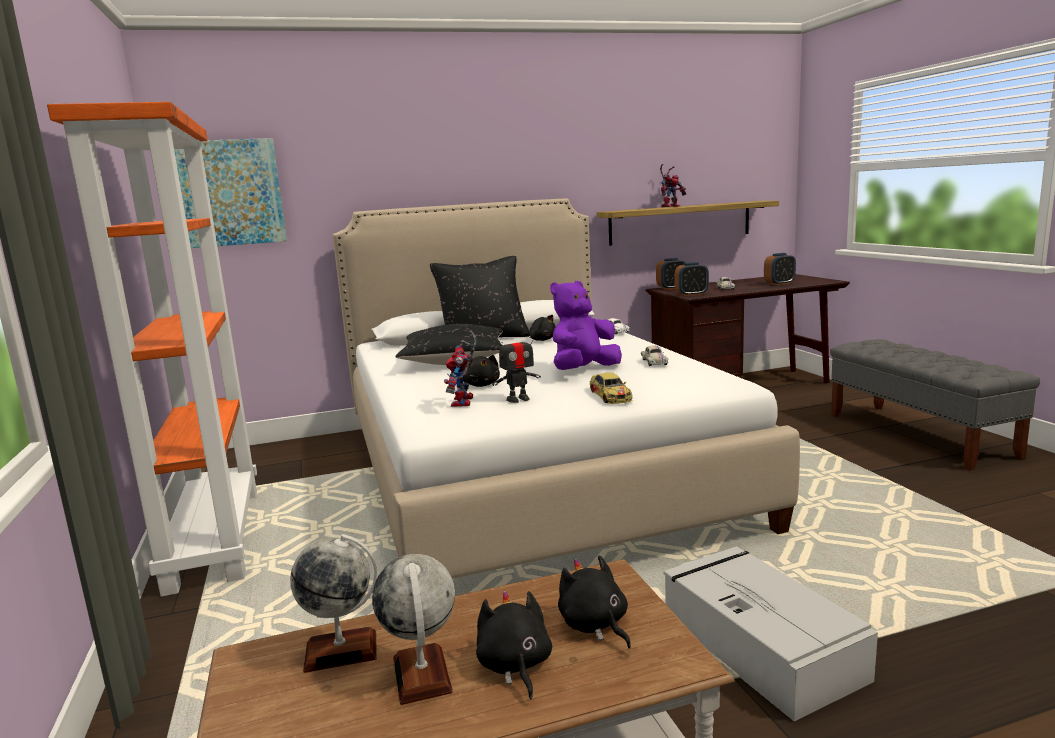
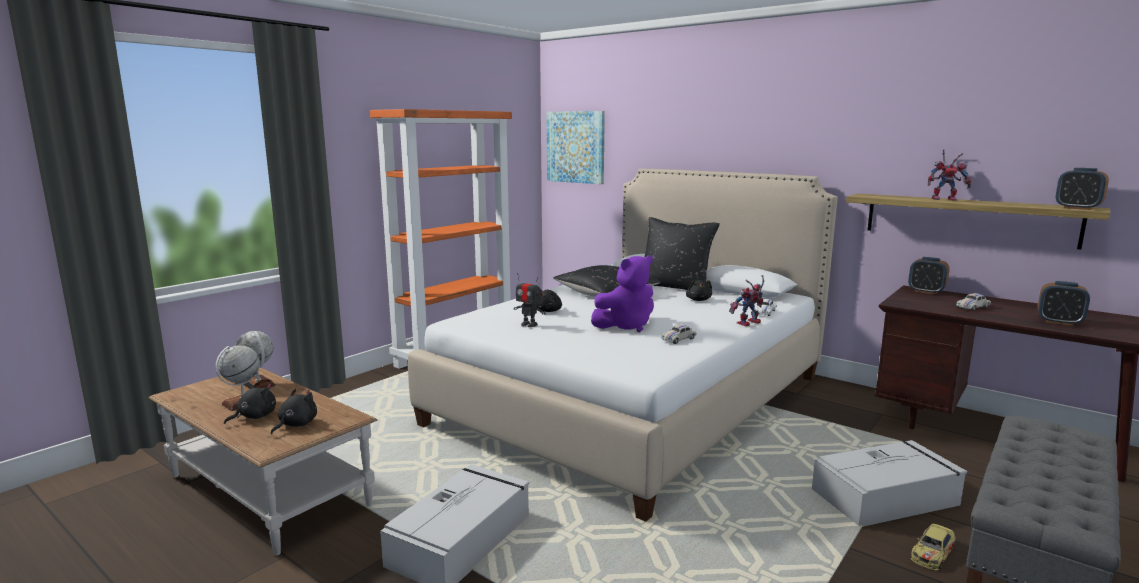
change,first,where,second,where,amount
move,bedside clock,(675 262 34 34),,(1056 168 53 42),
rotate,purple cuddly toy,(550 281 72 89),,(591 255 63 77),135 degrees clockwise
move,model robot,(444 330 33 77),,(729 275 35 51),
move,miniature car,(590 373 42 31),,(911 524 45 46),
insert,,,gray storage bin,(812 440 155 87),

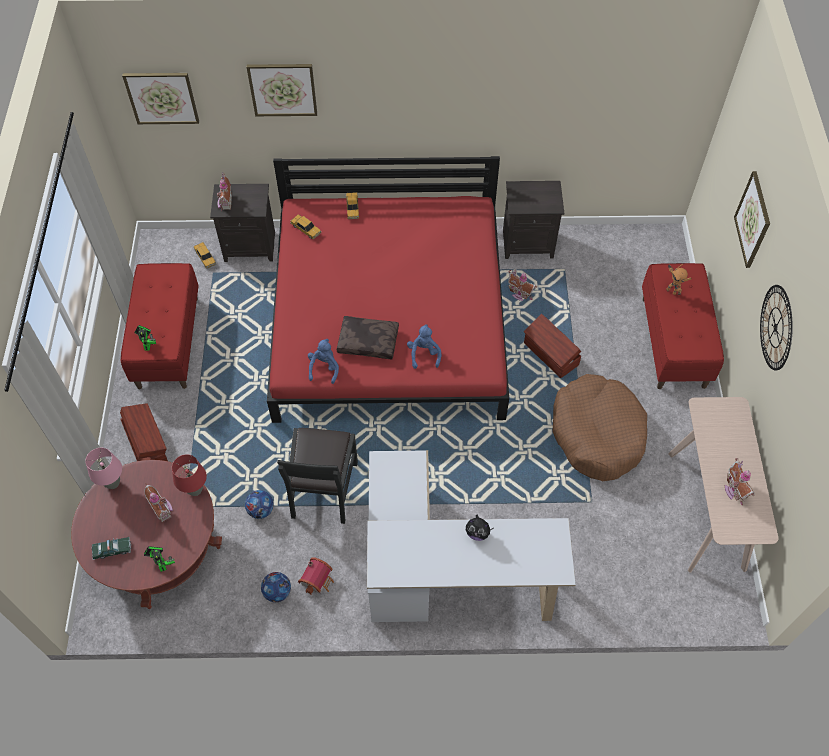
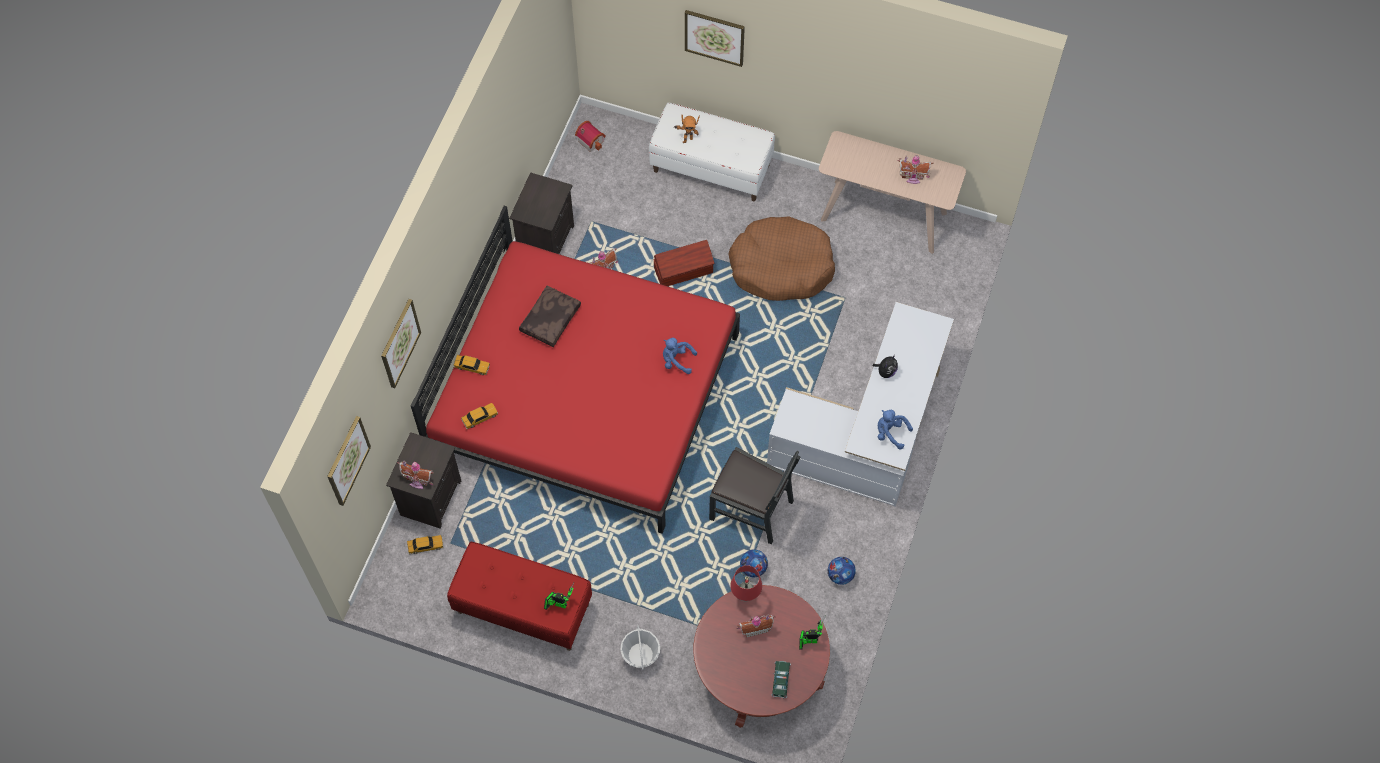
change,first,where,second,where,amount
recolor,reddish bench,(642 263 82 126),whitish bench,(649 103 126 98),
delete,hanging clock,(760 285 33 85),,,
move,brown pillow,(337 316 62 43),,(519 286 62 61),
move,blue cuddly toy,(308 339 31 45),,(878 410 35 40),
replace,brown storage bin,(120 403 48 58),basket,(621 626 39 44),
delete,pink-coloured lamp for a table,(85 448 37 41),,,
move,model house,(298 557 36 38),,(575 121 31 31),

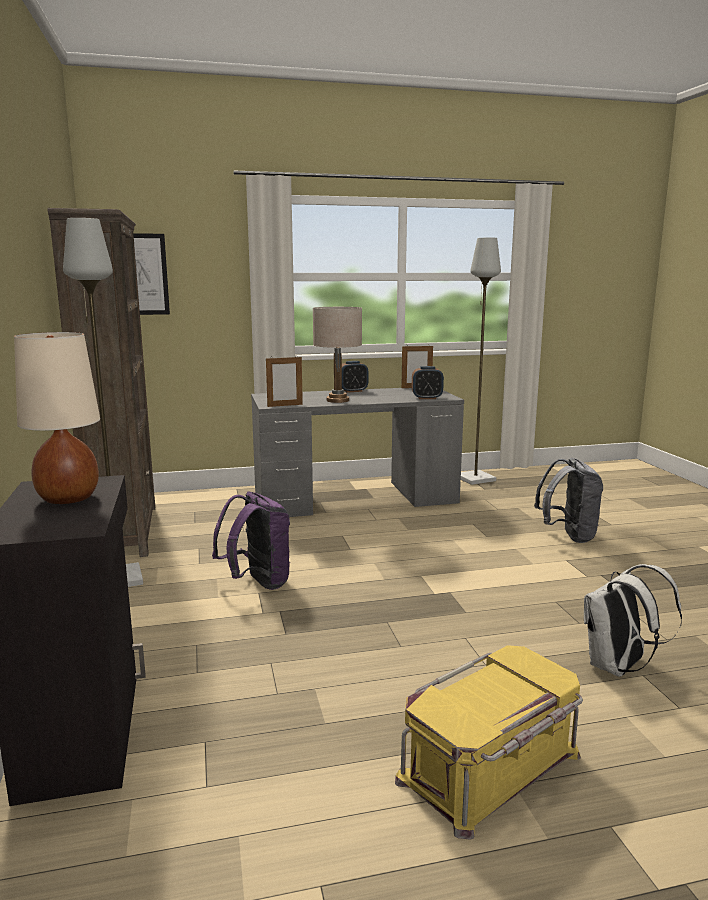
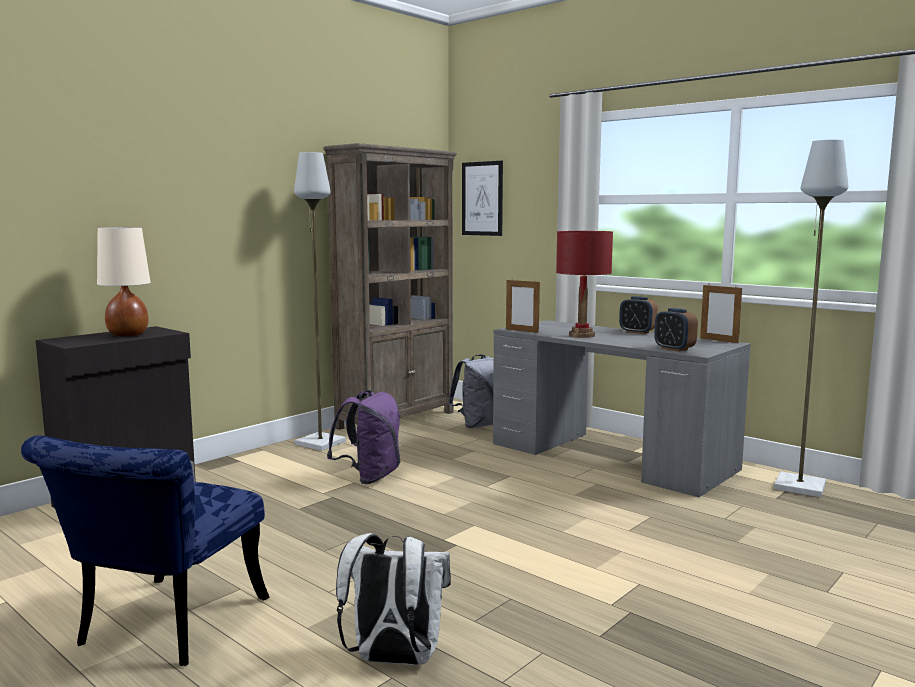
change,first,where,second,where,amount
recolor,beige-coloured lamp for a table,(313 307 49 96),reddish lamp for a table,(556 231 57 107),
move,gray knapsack,(534 458 69 85),,(448 354 46 74),
replace,yellowish storage bin,(395 645 188 194),blue upright chair,(21 435 249 231),

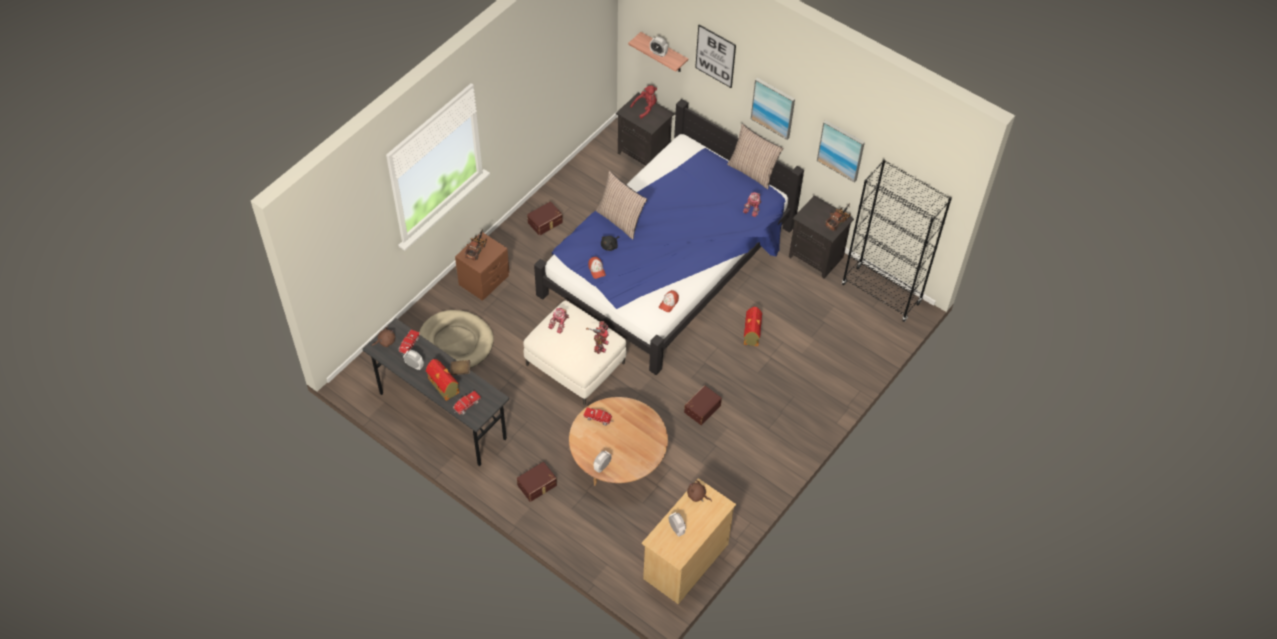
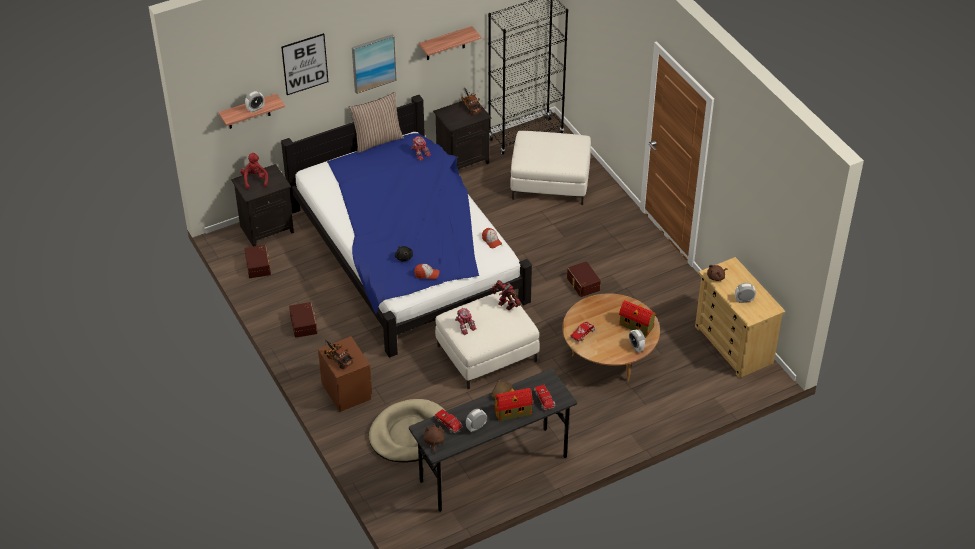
change,first,where,second,where,amount
replace,picture,(817 120 48 63),wall shelf,(419 26 63 34),
delete,pillow,(596 171 51 69),,,
move,model house,(744 307 18 39),,(619 300 37 36),
move,brown storage bin,(517 462 40 40),,(244 245 27 33),
insert,,,whitish footrest,(510 131 81 74),

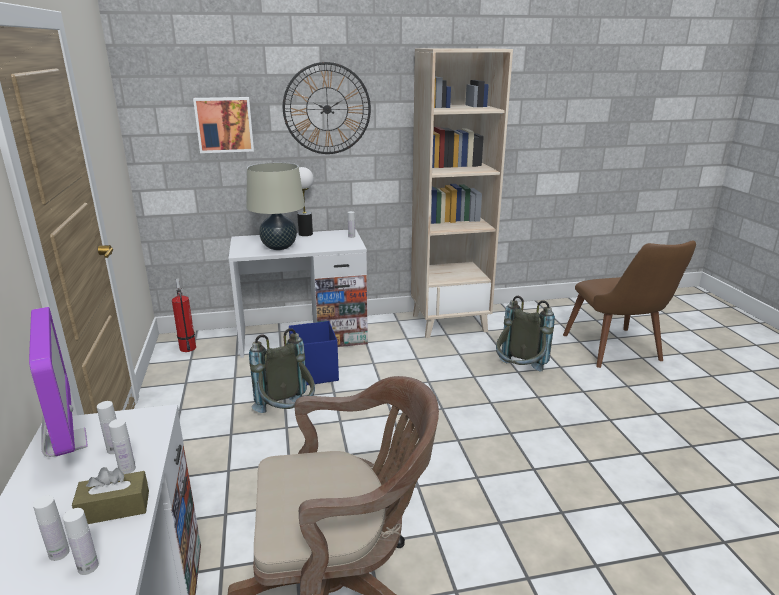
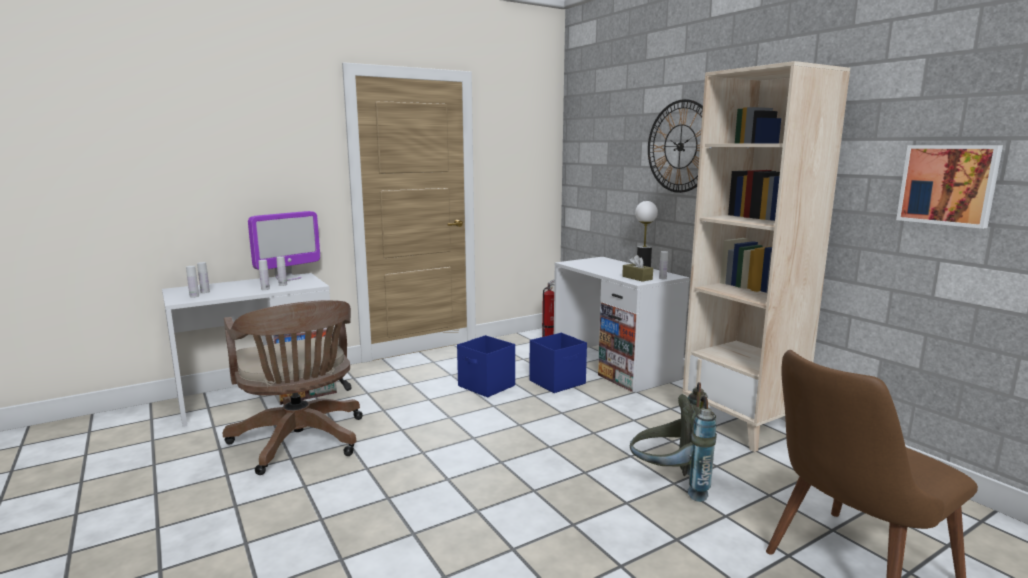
change,first,where,second,where,amount
move,picture,(193 97 61 56),,(896 145 107 84),
delete,beige-coloured lamp for a table,(247 162 58 88),,,
replace,gray knapsack,(249 328 66 85),blue storage bin,(457 335 58 62),
move,brown tissue holder,(72 467 77 57),,(622 255 31 27),

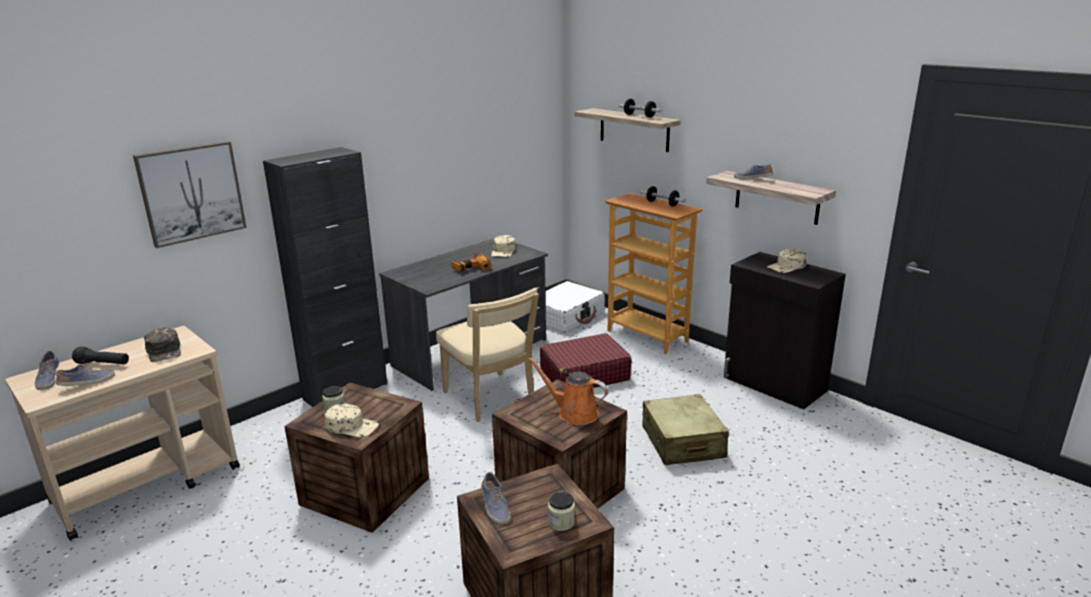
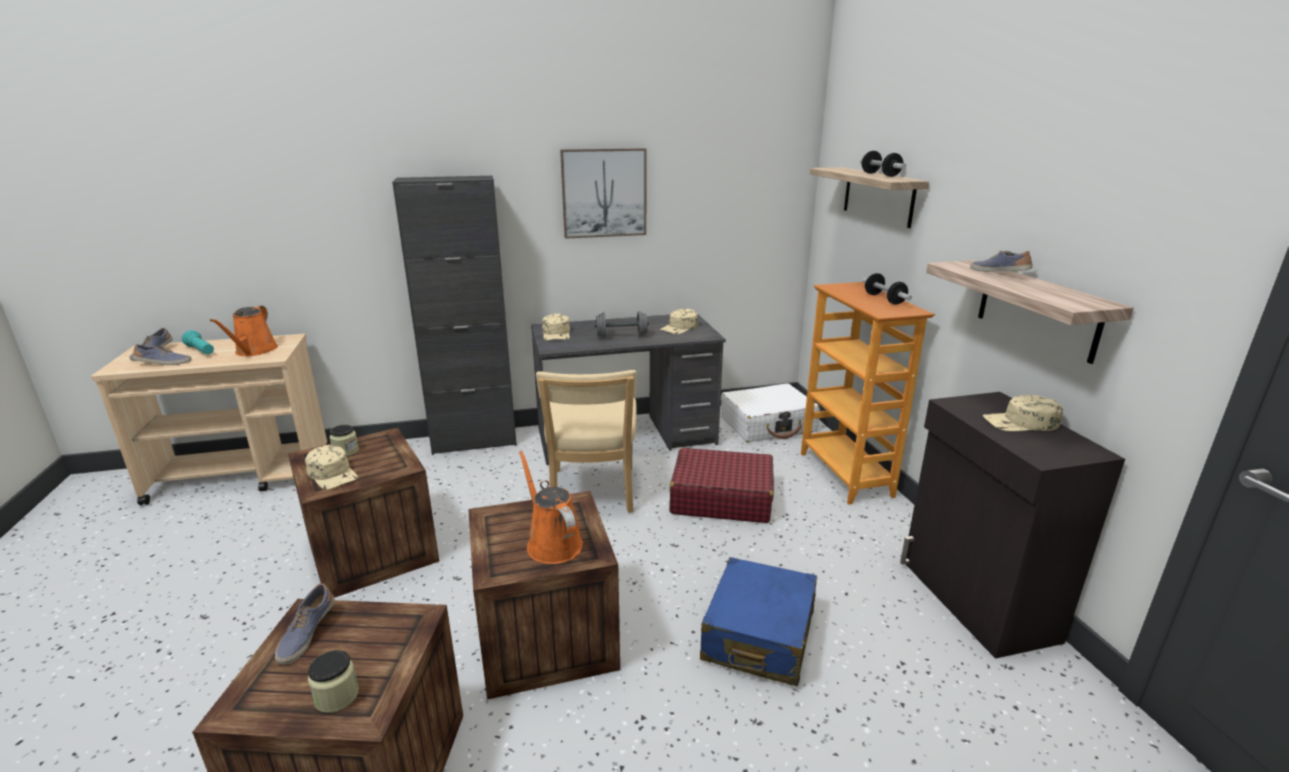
change,first,where,second,where,amount
move,picture,(133 141 114 107),,(560 148 86 91),
replace,drill,(451 253 40 19),gray hand weight,(594 311 55 27),
replace,greenish peaked cap,(144 327 37 35),orange sprinkling can,(210 305 68 51),
recolor,black torch,(72 346 57 18),turquoise torch,(182 330 32 24),
recolor,beige-coloured suitcase,(642 394 87 71),blue suitcase,(700 557 117 129),
insert,,,beige-coloured peaked cap,(542 314 28 26),

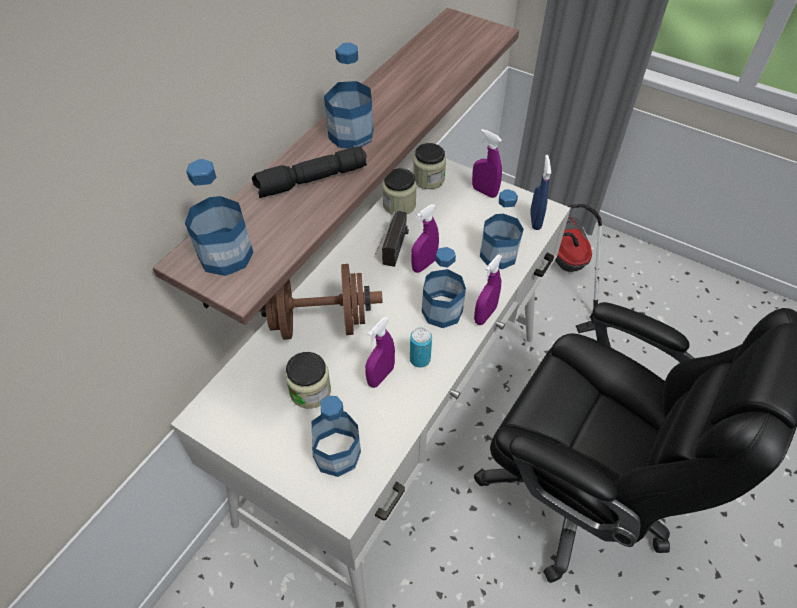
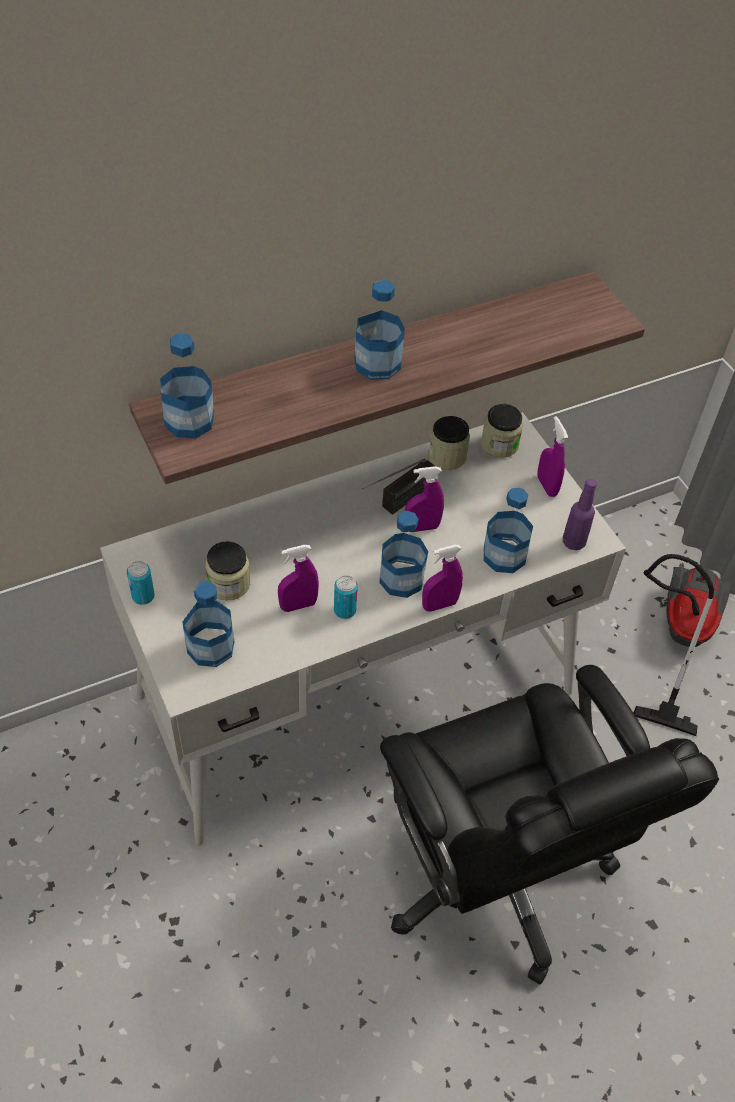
change,first,where,second,where,amount
delete,black torch,(252 146 115 52),,,
replace,blue spray bottle,(530 155 21 75),purple drink bottle,(563 479 34 71),
delete,brown hand weight,(258 264 125 76),,,
insert,,,metal can,(127 561 27 44),

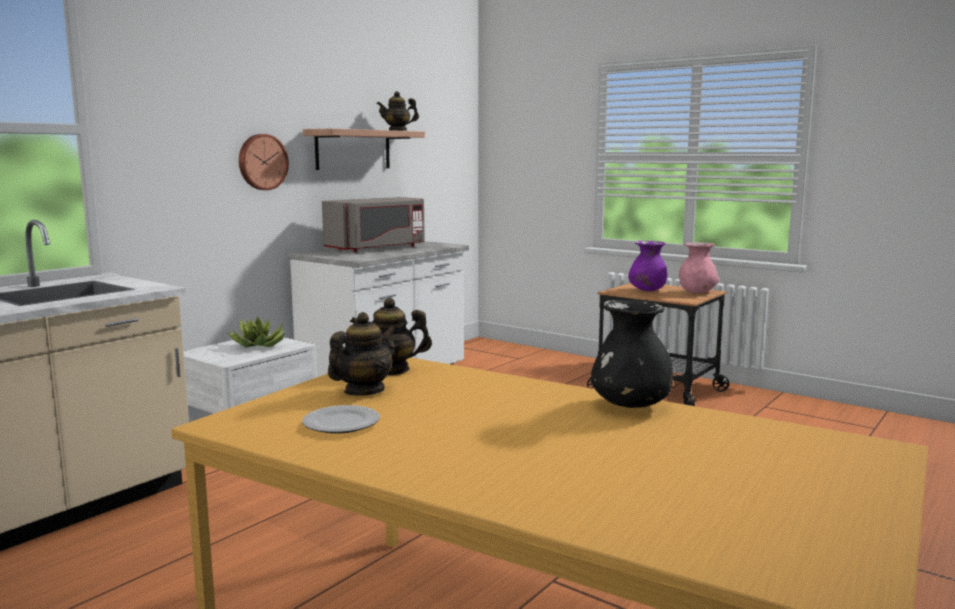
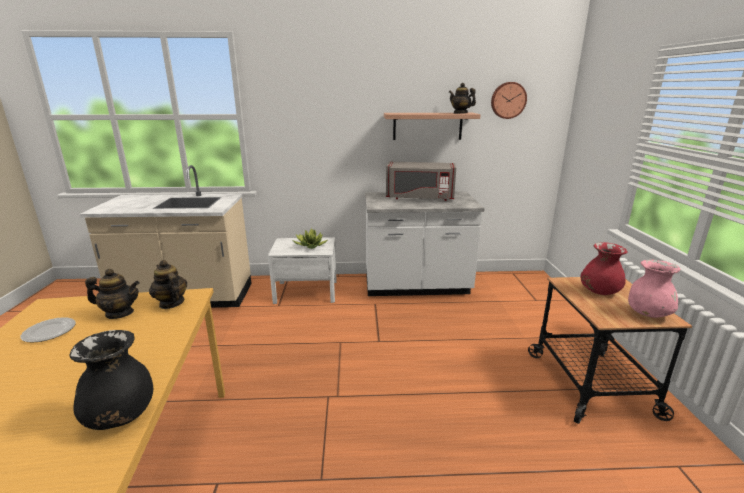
change,first,where,second,where,amount
move,hanging clock,(239 134 50 56),,(491 82 36 37),
recolor,purple flower vase,(628 241 39 50),reddish flower vase,(580 242 48 53),

